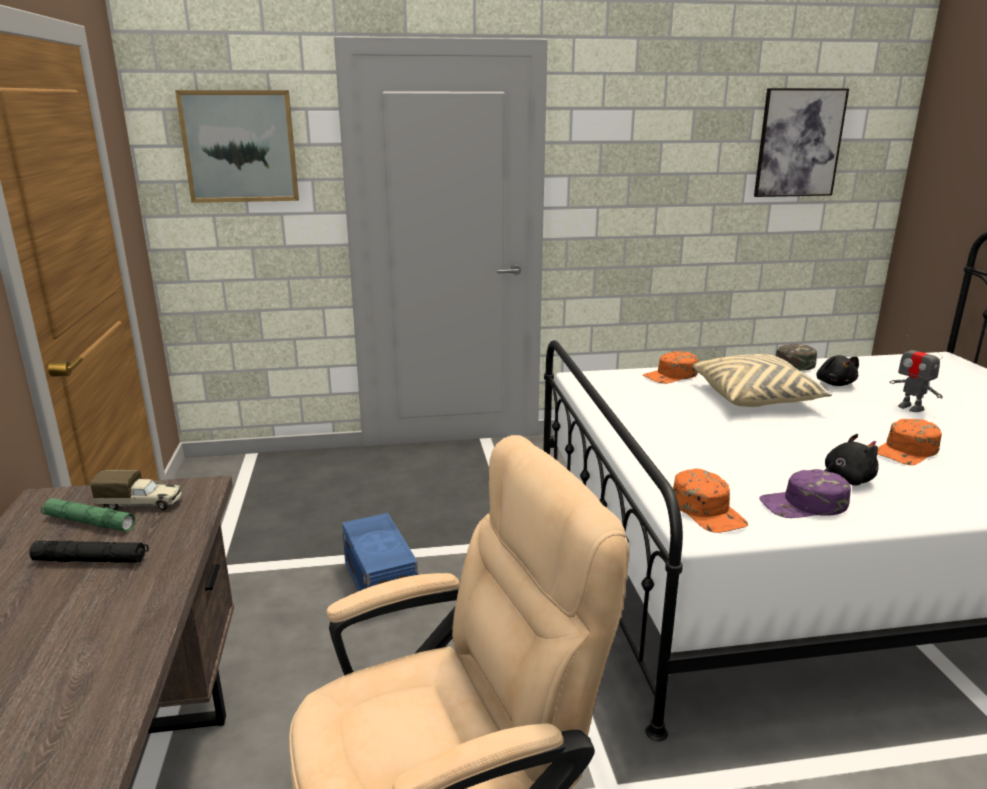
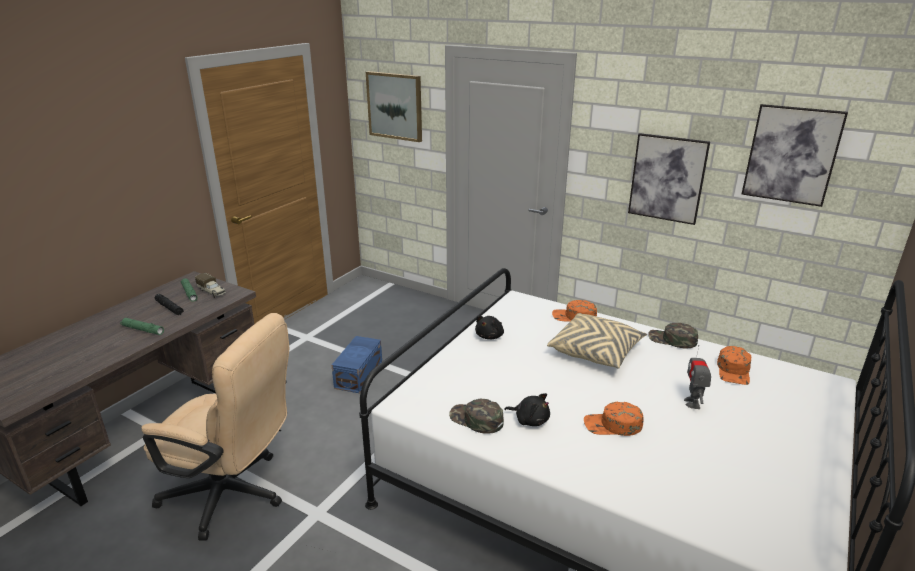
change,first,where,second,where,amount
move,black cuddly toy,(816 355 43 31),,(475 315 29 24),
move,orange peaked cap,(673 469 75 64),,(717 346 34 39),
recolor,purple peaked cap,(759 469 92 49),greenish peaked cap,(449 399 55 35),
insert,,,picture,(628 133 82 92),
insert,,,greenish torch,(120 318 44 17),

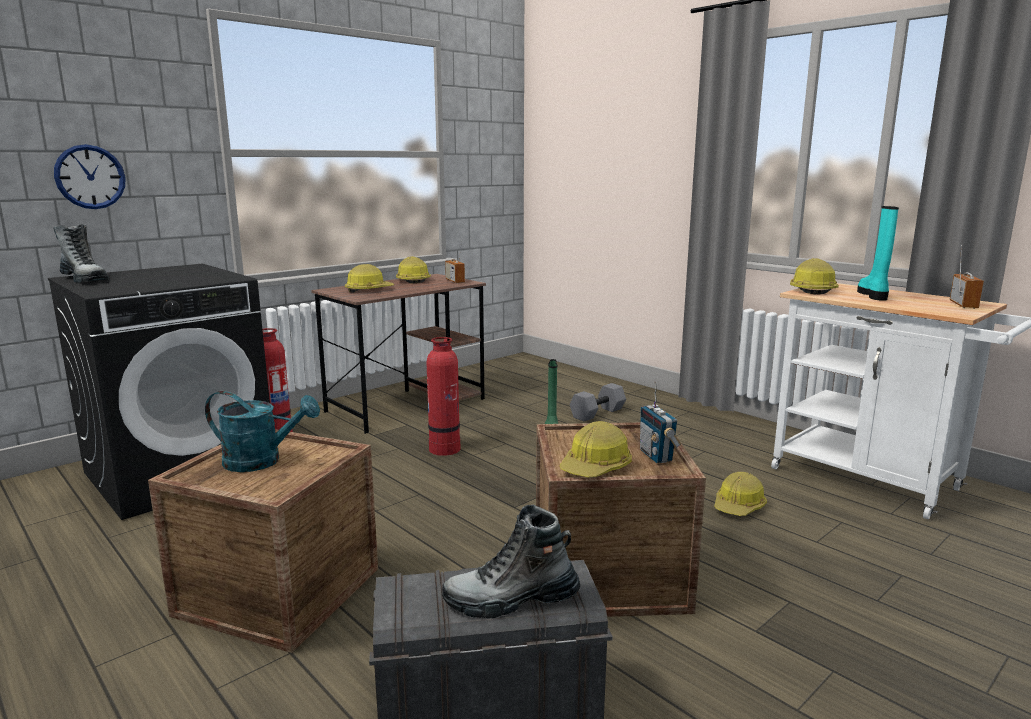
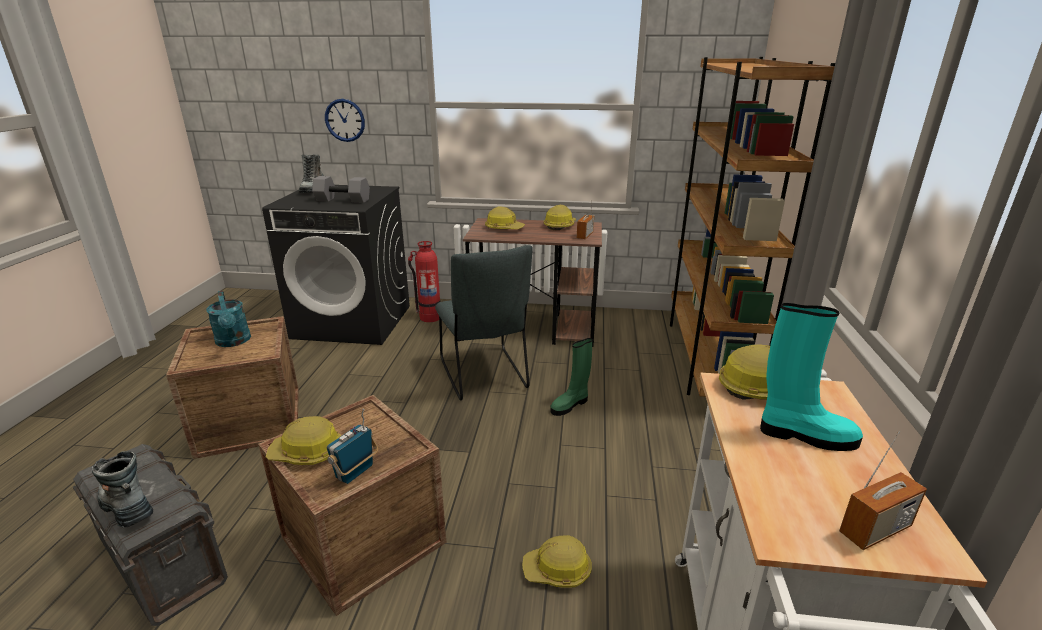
change,first,where,second,where,amount
rotate,turquoise high-top boot,(857 206 42 95),,(760 303 103 148),45 degrees clockwise
replace,extinguisher,(426 337 35 119),gray upright chair,(435 245 98 156),
move,gray hand weight,(570 383 56 38),,(312 176 58 27),
insert,,,brown bookcase,(670 57 165 340),

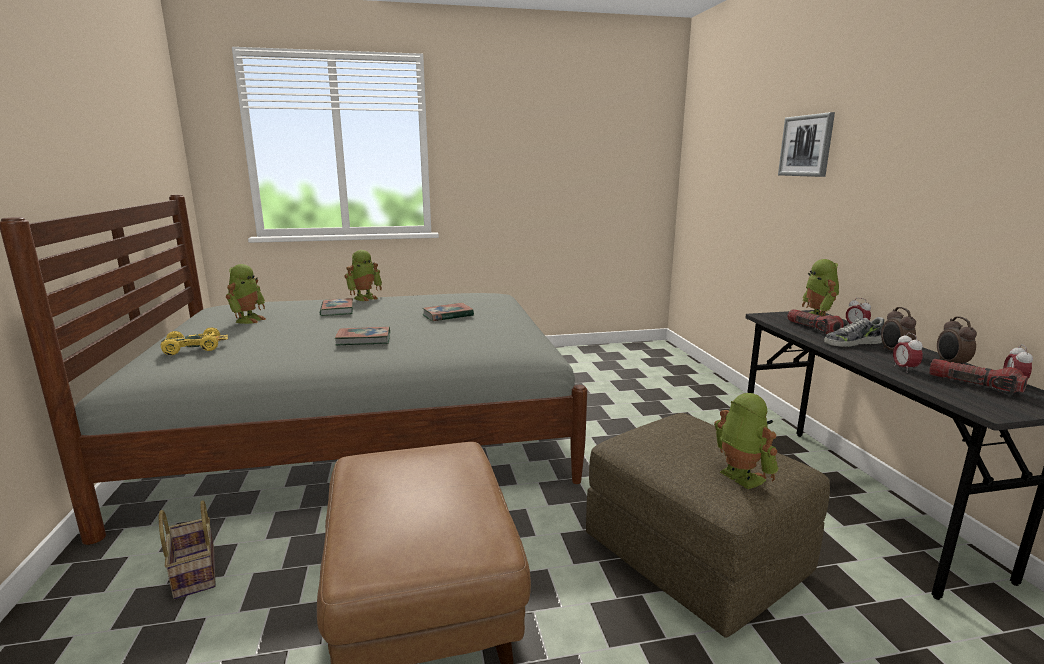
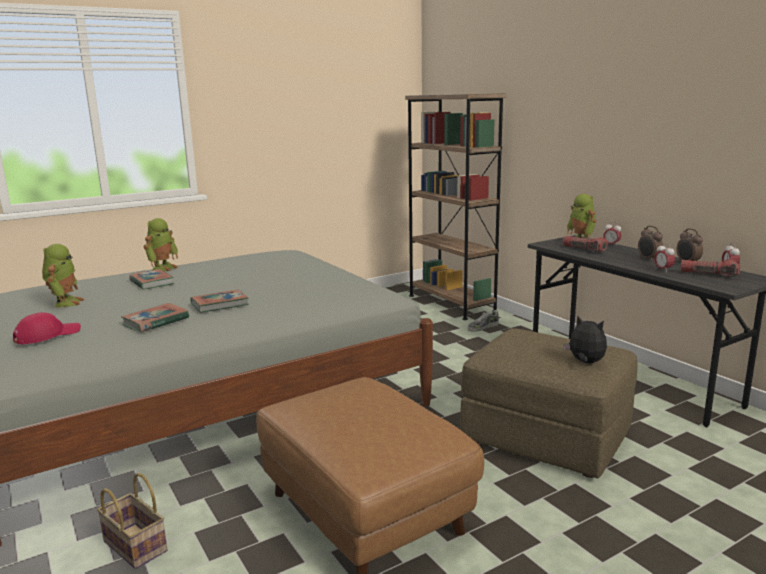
change,first,where,second,where,amount
delete,picture,(778 112 57 65),,,
move,bound book,(422 303 52 18),,(121 303 68 29),
move,low shoe,(824 317 60 30),,(467 310 32 22),
replace,yellowish miniature car,(160 327 68 28),reddish peaked cap,(13 312 68 33),
replace,model robot,(714 393 64 96),cuddly toy,(563 316 44 47),
insert,,,brown bookcase,(405 93 101 227),

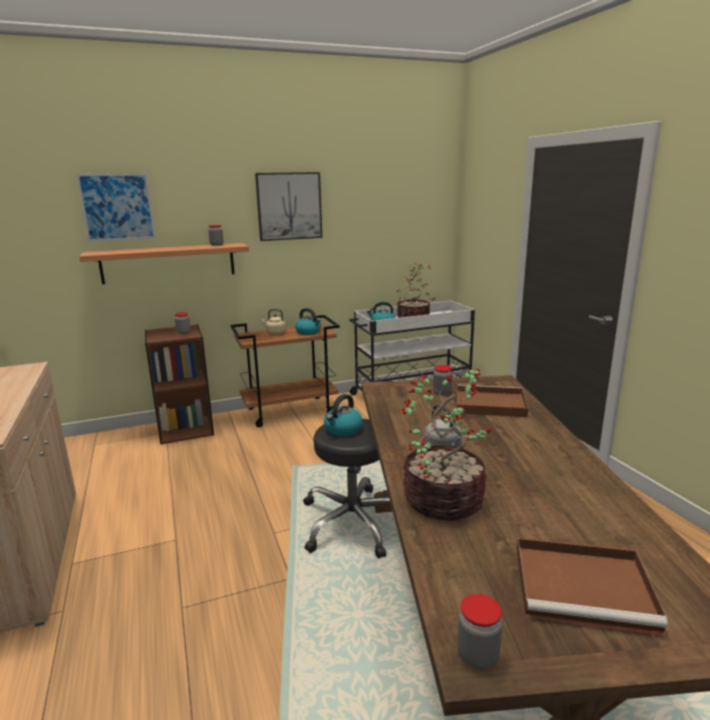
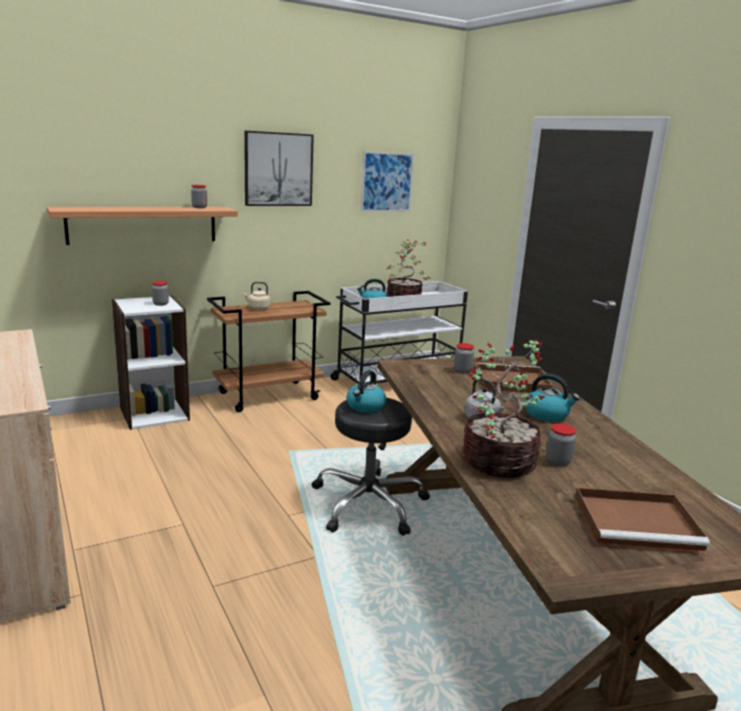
change,first,where,second,where,amount
move,picture,(76 173 80 69),,(361 151 53 61),
move,tea kettle,(295 308 26 27),,(525 374 55 48),
recolor,brown bookcase,(145 324 69 121),whitish bookcase,(112 295 78 135),
move,storage jar,(457 594 46 75),,(546 423 30 43),

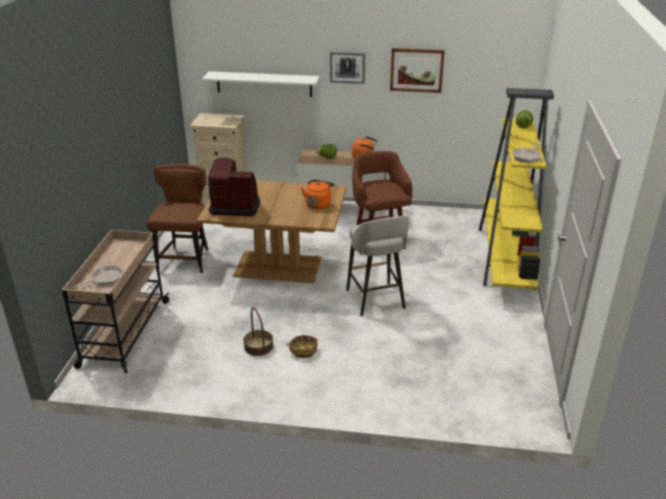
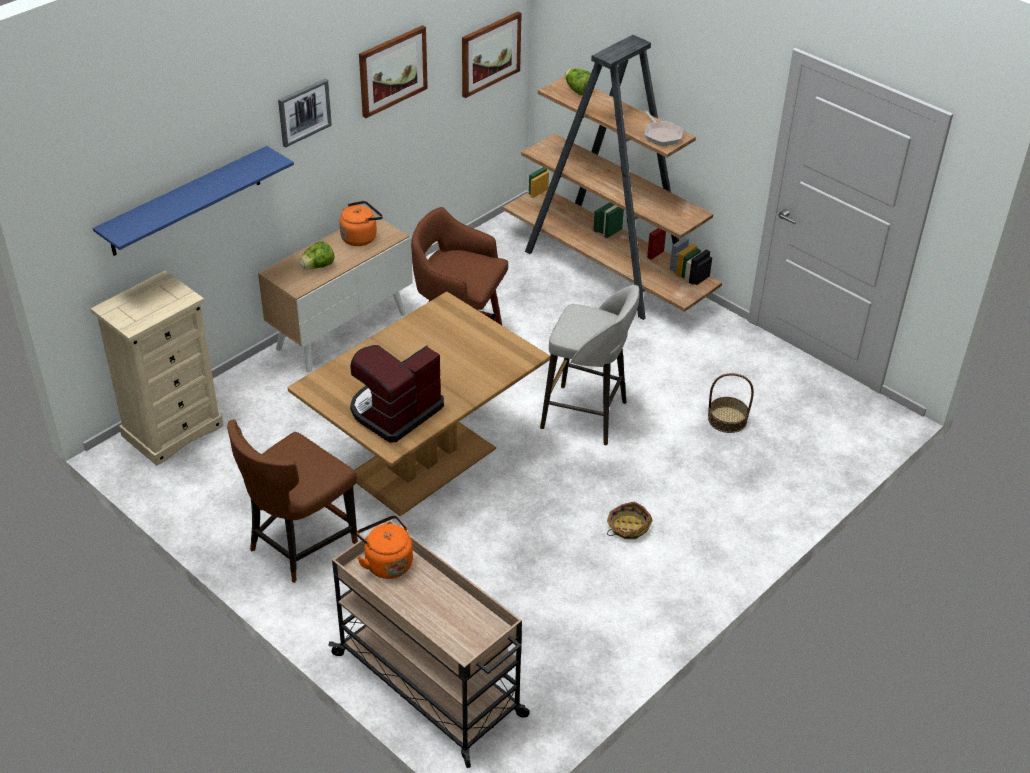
change,first,where,second,where,amount
recolor,whitish wall shelf,(202 71 118 26),blue wall shelf,(93 146 201 110),
recolor,yellowish bookcase,(479 88 75 202),brown bookcase,(503 35 219 285),
rotate,brown upright chair,(147 164 62 109),,(227 420 131 163),90 degrees counterclockwise
move,orange tea kettle,(301 180 33 29),,(357 515 56 64),
delete,frying pan,(73 265 51 23),,,
move,basket,(243 308 30 48),,(708 373 46 60),
insert,,,picture,(462 11 60 87),

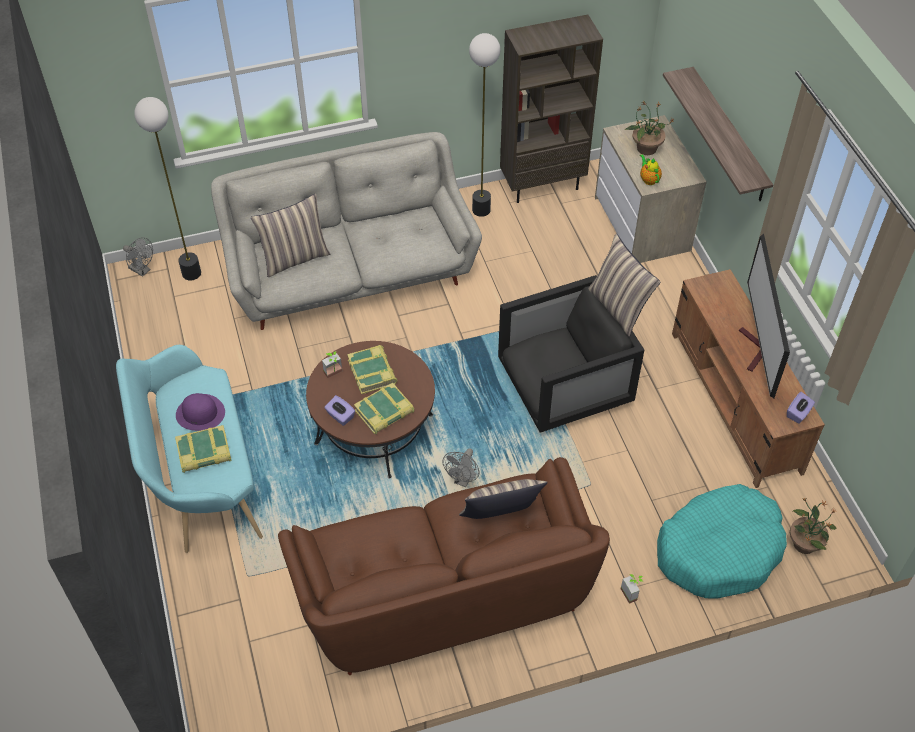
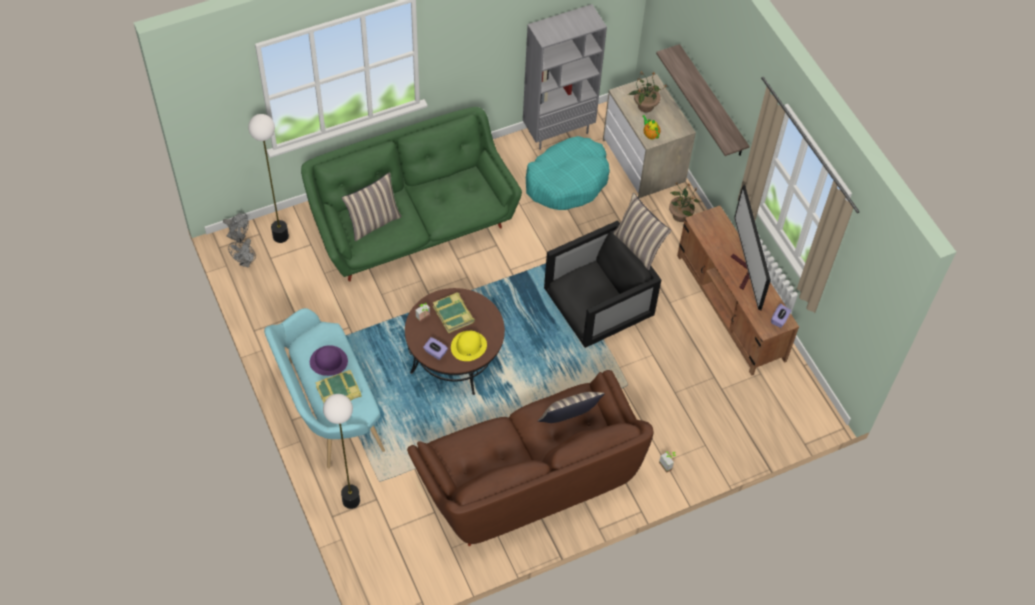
change,first,where,second,where,amount
recolor,brown bookcase,(500 15 103 188),gray bookcase,(523 4 84 146),
move,standing lamp,(469 33 31 184),,(323 394 37 115),
recolor,gray couch,(211 132 271 198),greenish couch,(301 107 221 174),
replace,bound book,(354 383 60 51),yellowish wearable hat,(451 331 36 30),
move,gray fan,(442 448 37 39),,(228 239 28 29),
move,turquoise dog cushion,(657 484 130 115),,(526 136 84 74),
move,houseplant,(790 497 47 57),,(669 183 31 39),

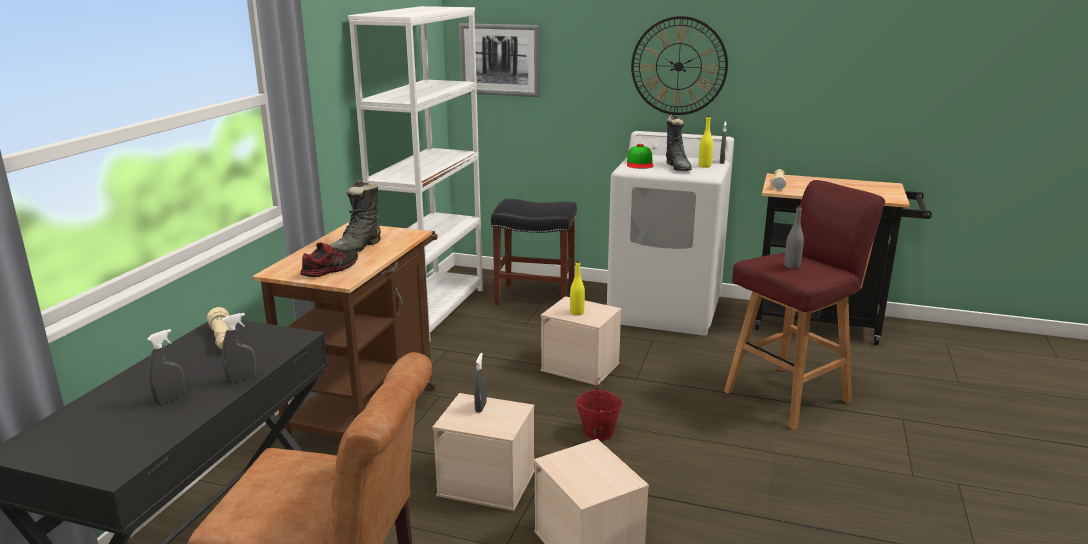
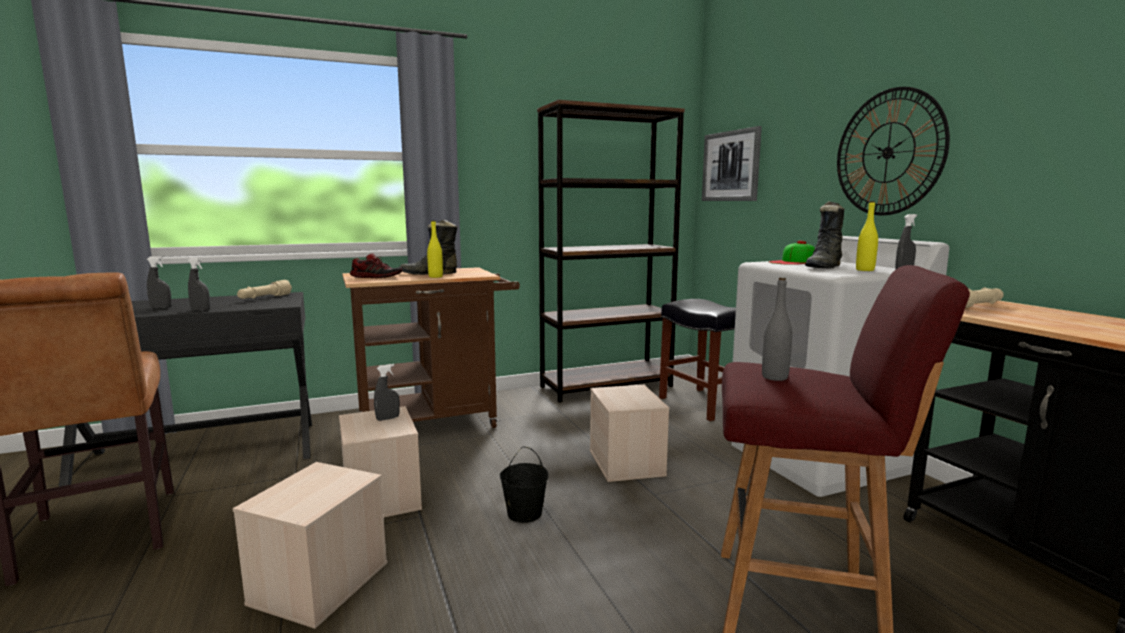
change,first,where,second,where,amount
recolor,whitish bookcase,(348 6 135 336),brown bookcase,(537 100 148 302),
move,yellowish drink bottle,(570 261 15 55),,(427 220 16 58),
recolor,reddish water bucket,(575 378 48 63),black water bucket,(500 446 49 77),

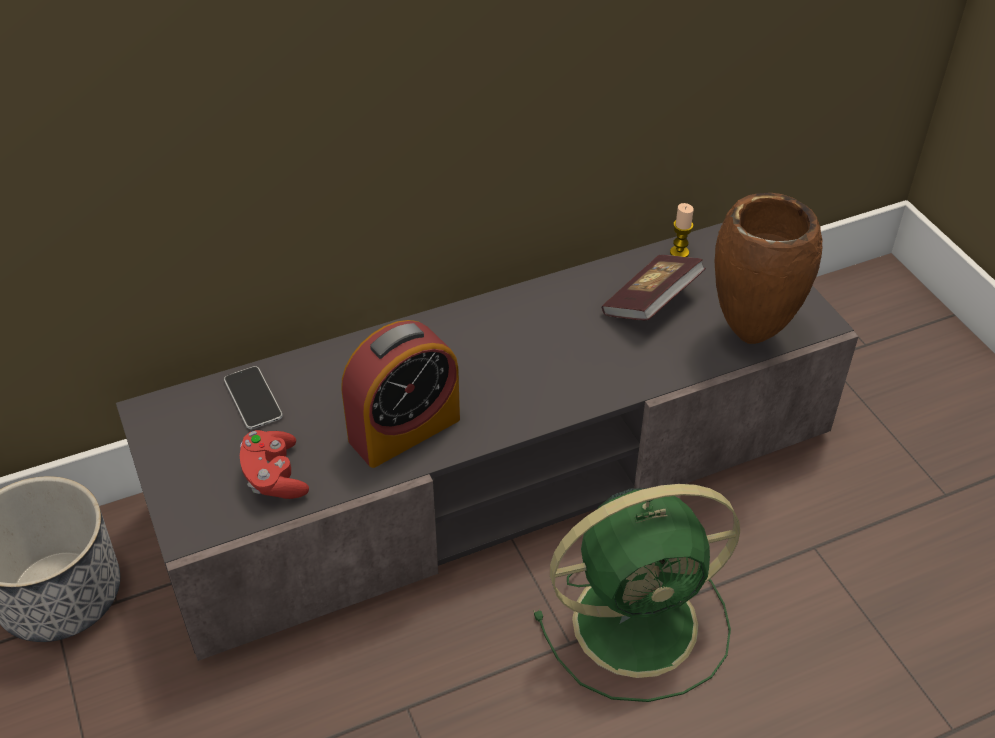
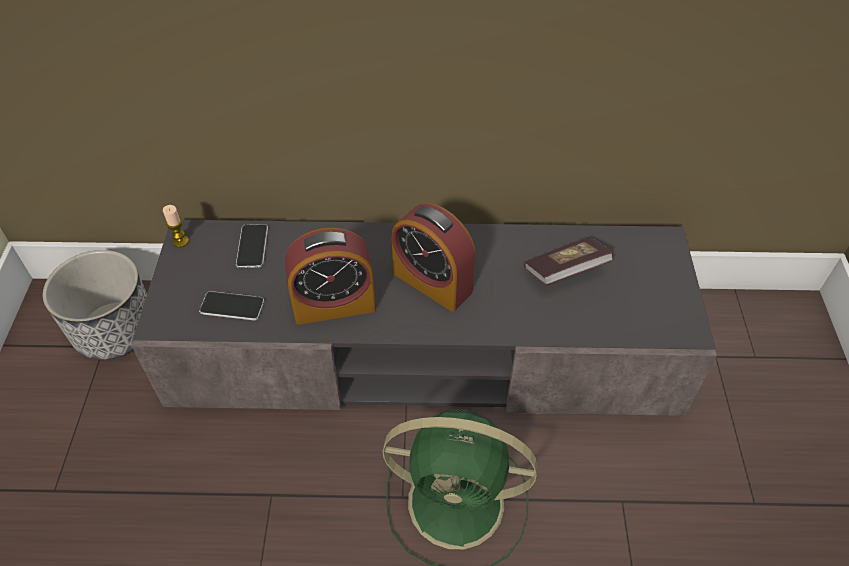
change,first,where,second,where,amount
delete,brown flower vase,(714 193 109 151),,,
move,wax candle,(670 203 24 54),,(163 205 26 42),
replace,reddish joypad,(240 430 69 69),telephone,(199 291 65 29),
insert,,,bedside clock,(392 203 84 109),

